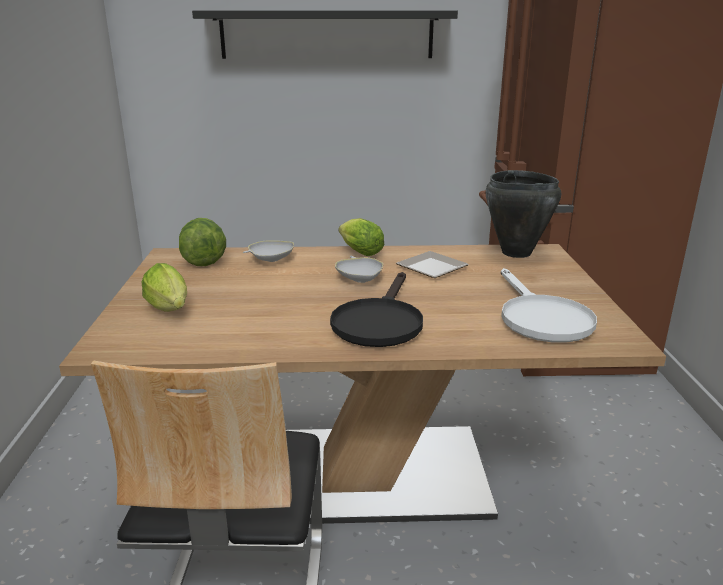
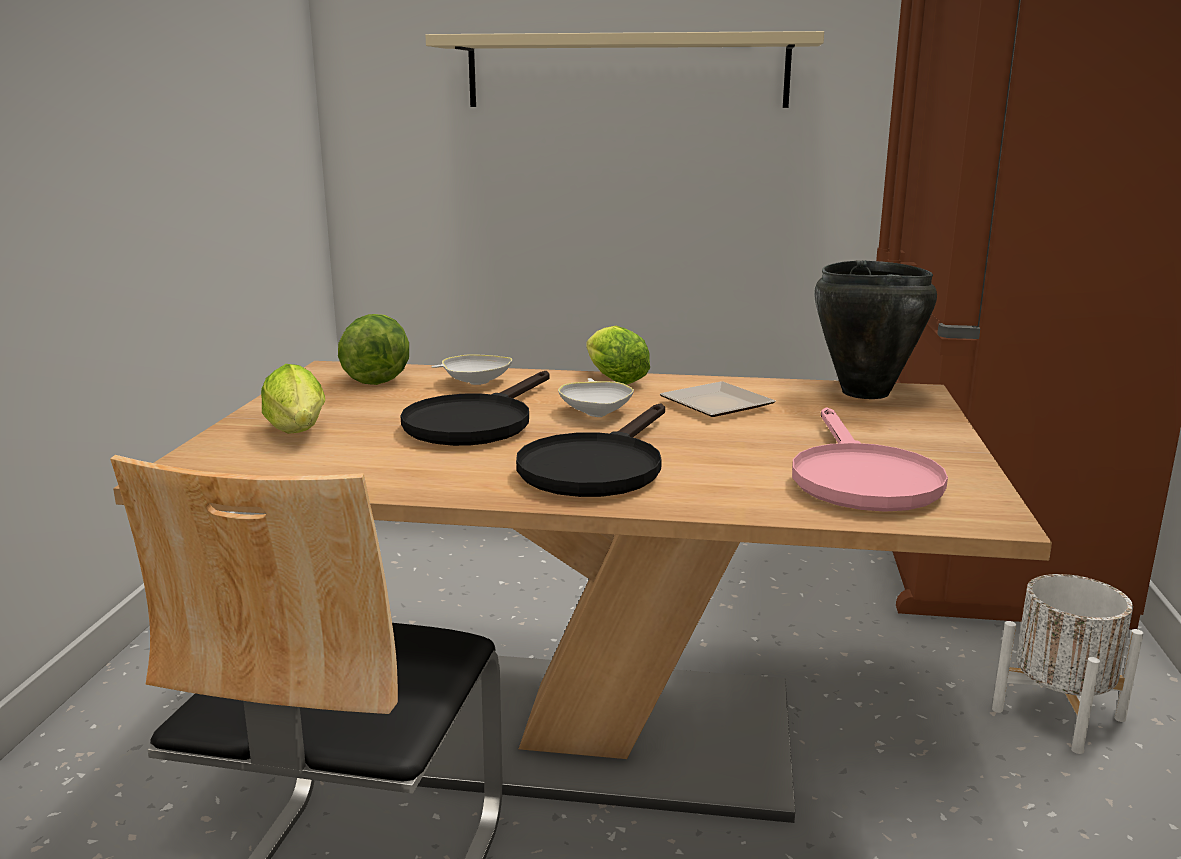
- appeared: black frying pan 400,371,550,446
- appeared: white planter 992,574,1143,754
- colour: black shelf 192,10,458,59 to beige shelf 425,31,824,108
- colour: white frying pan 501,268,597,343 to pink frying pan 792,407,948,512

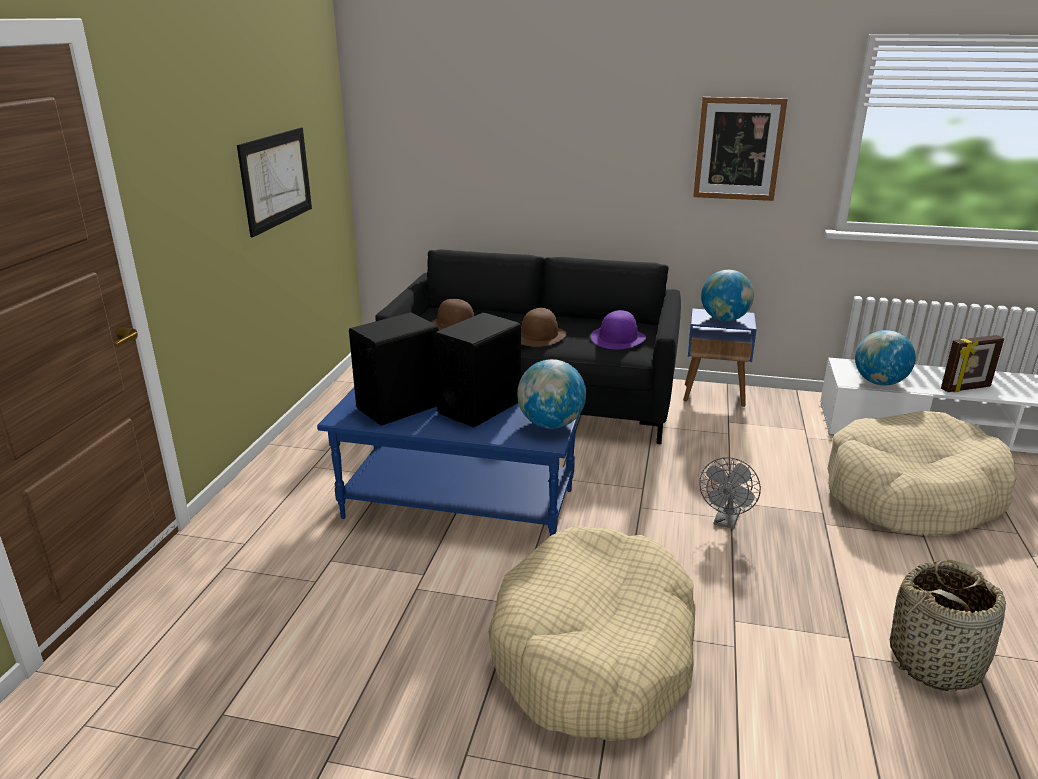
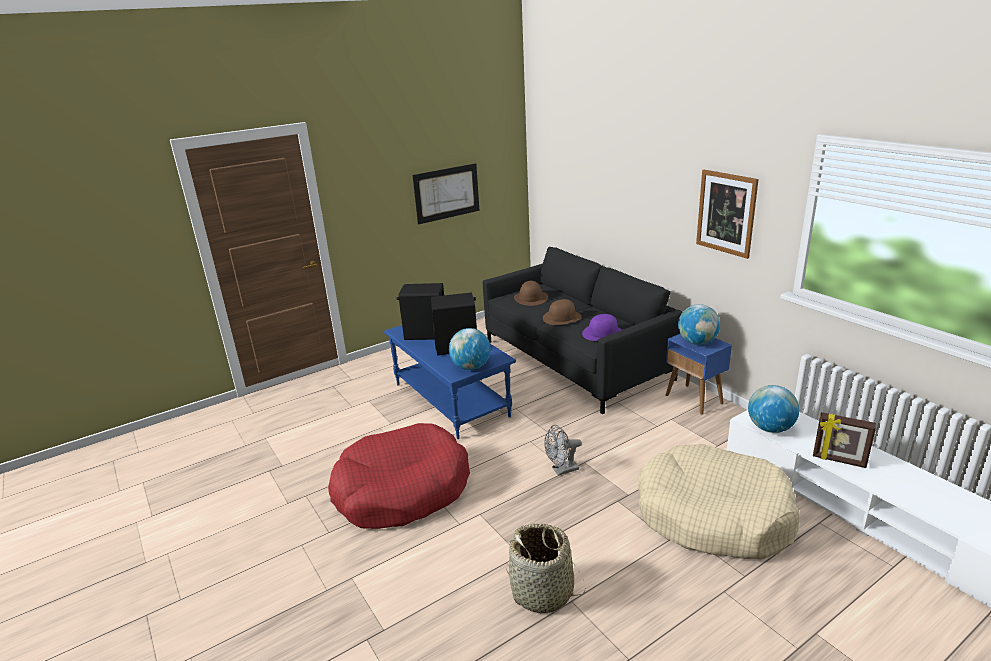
- colour: beige dog bed 488,526,696,741 to red dog bed 328,423,470,529

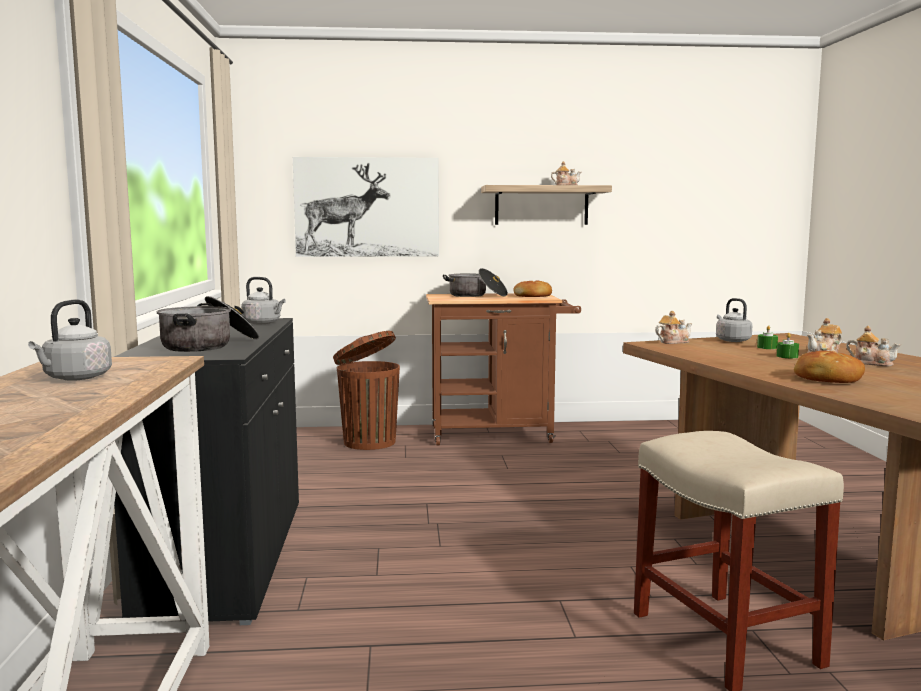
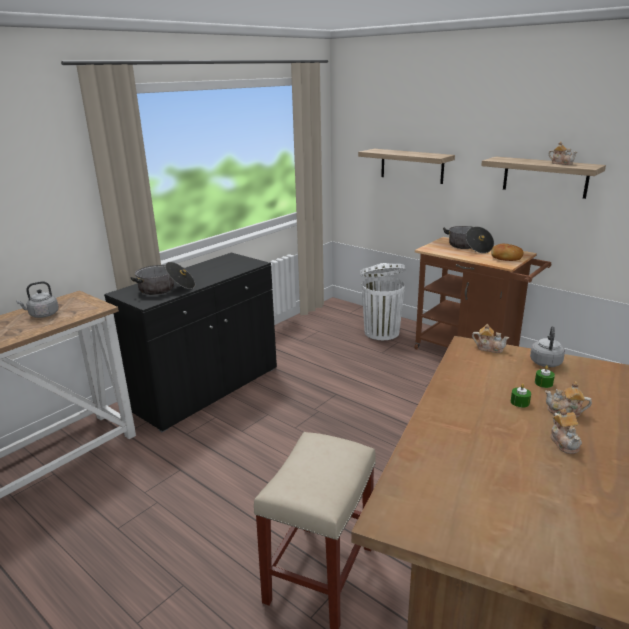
- missing: grey kettle 241,277,286,324
- missing: bread 794,351,865,383
- exchanged: picture 293,157,439,257 to shelf 358,149,455,184
- colour: brown trash can 333,331,400,450 to white trash can 360,263,406,340

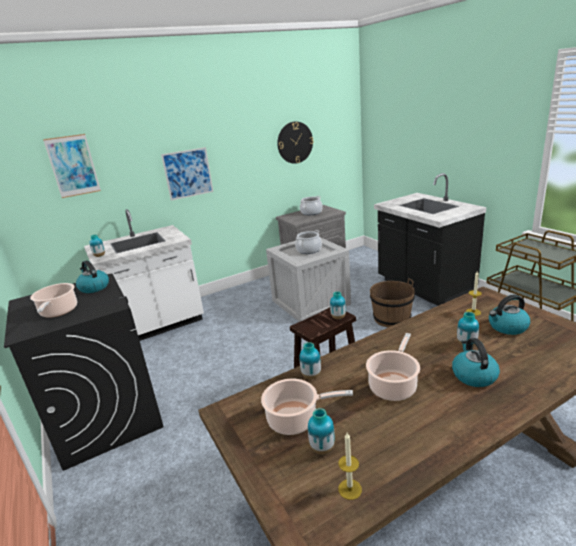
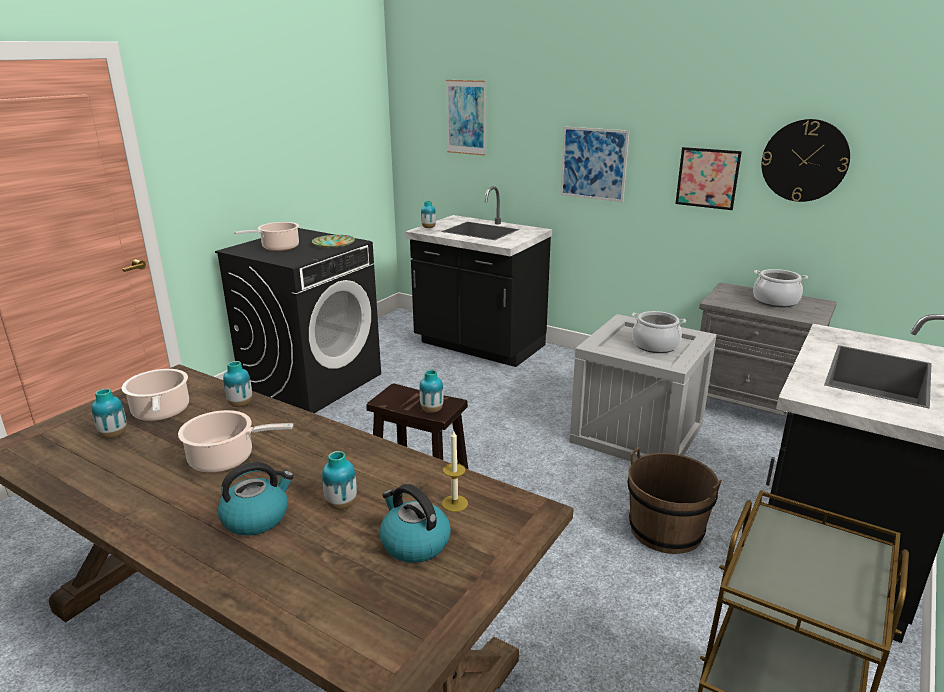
- missing: candle 338,433,362,500
- appeared: picture 675,147,742,210
- exchanged: kettle 76,260,109,293 to plate 312,235,355,248
- colour: white counter 84,209,204,341 to black counter 405,186,552,367

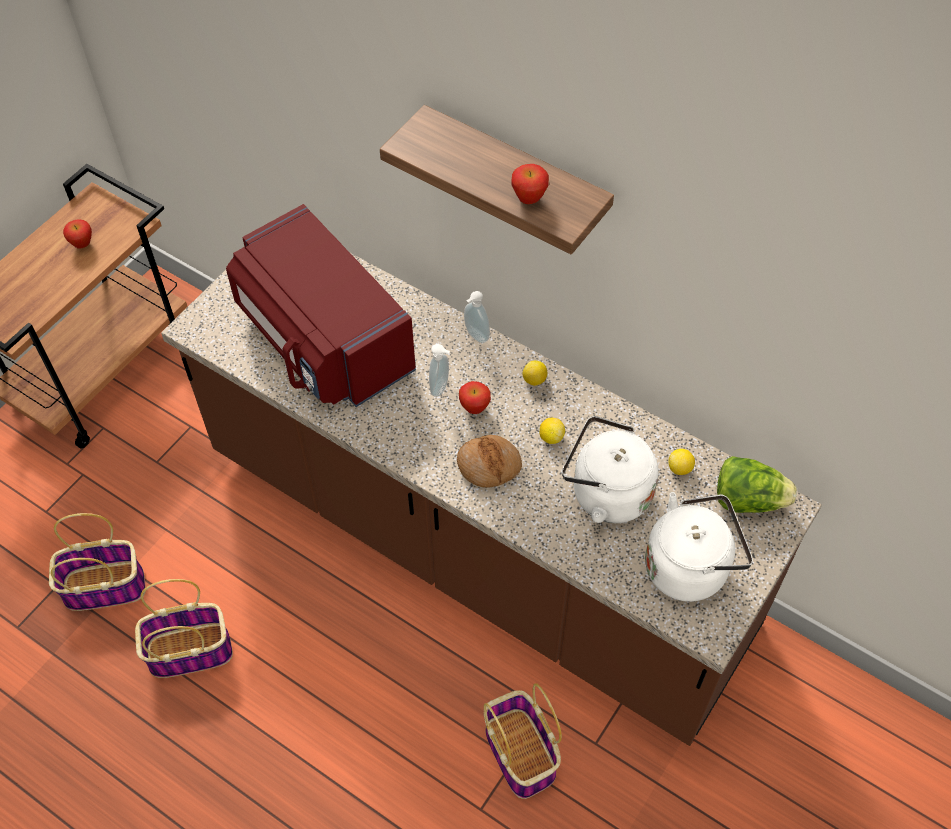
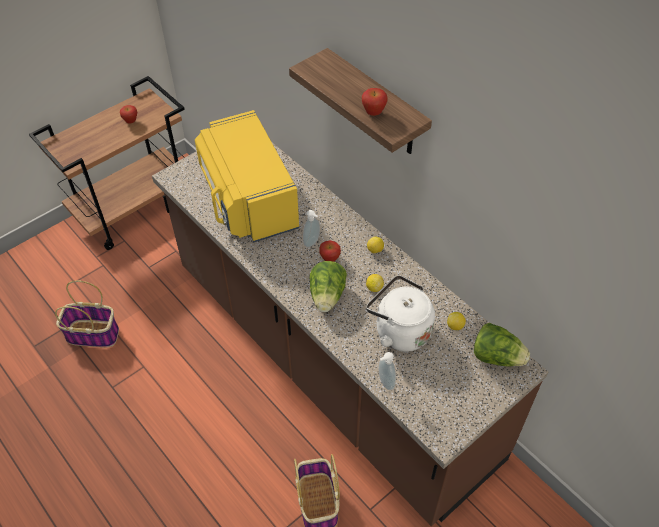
- missing: basket 135,579,233,678
- missing: white kettle 645,492,753,602
- relocated: soap dispenser 464,291,490,343 to 379,352,396,390
- exchanged: bread 457,435,522,488 to lettuce 309,261,347,312
- colour: red microwave 226,204,416,407 to yellow microwave 195,110,299,242

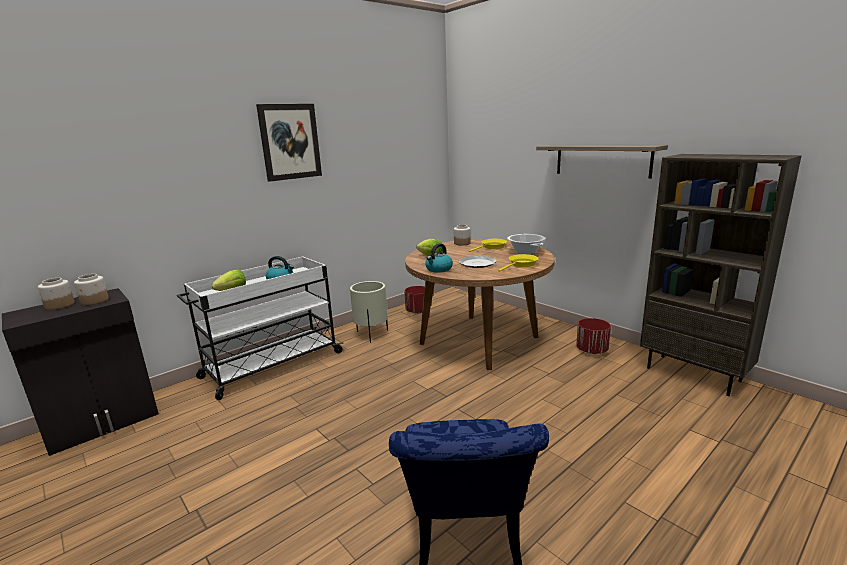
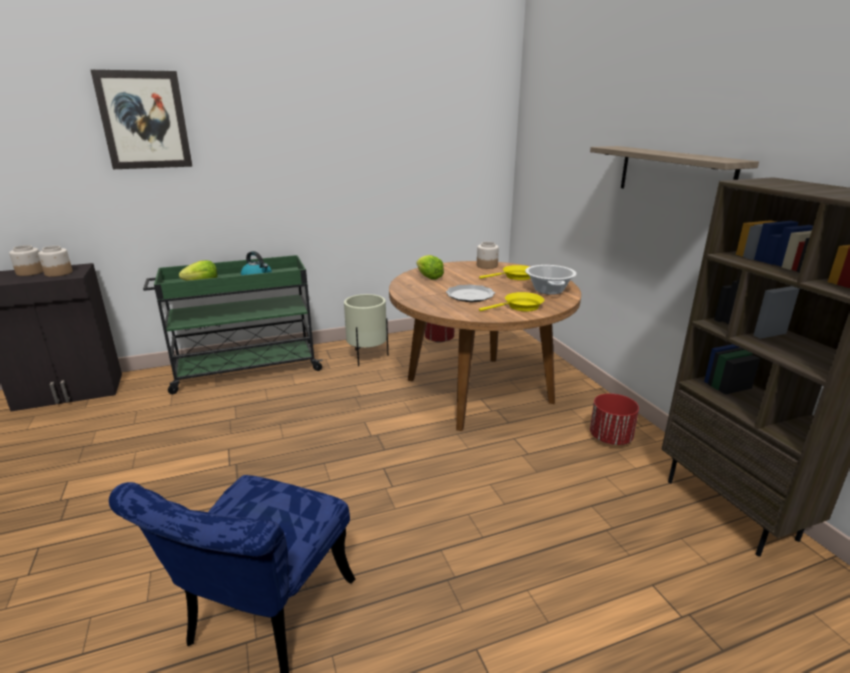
- missing: kettle 425,244,453,273
- relocated: picture 256,104,322,182 to 91,70,192,169
- colour: white cart 177,256,343,400 to green cart 143,255,323,394

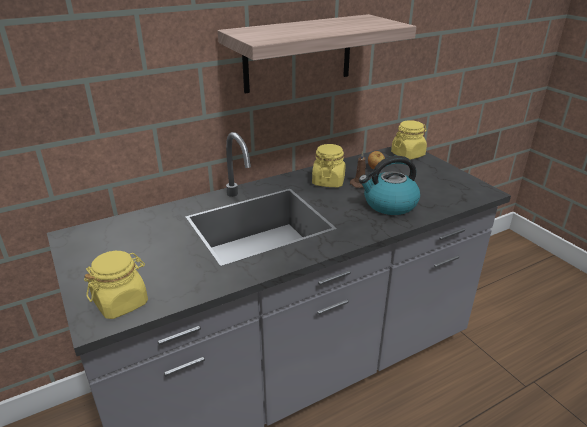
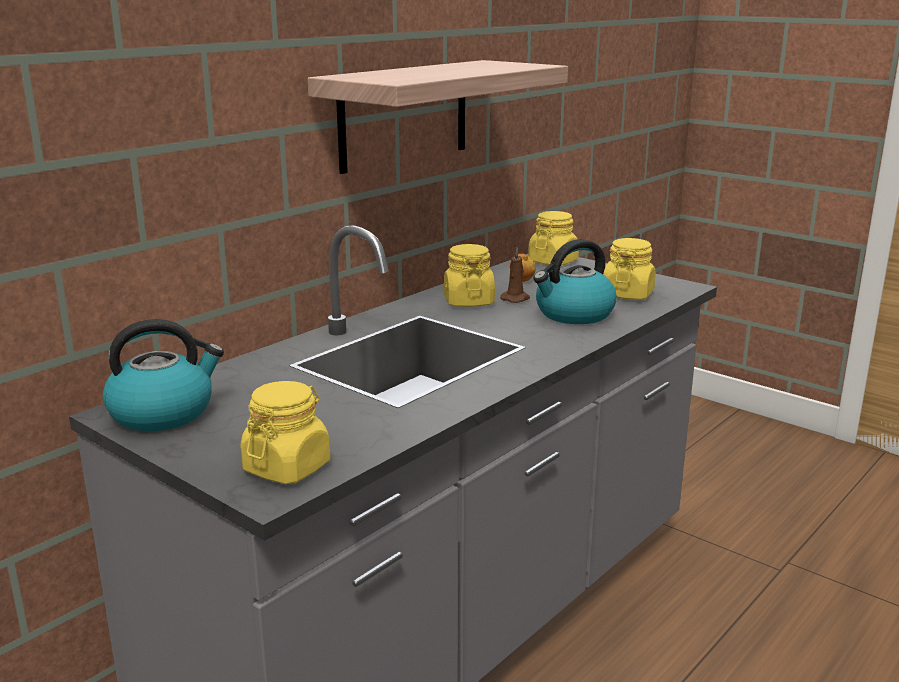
- appeared: kettle 103,319,224,431
- appeared: yellow jar 603,238,656,300

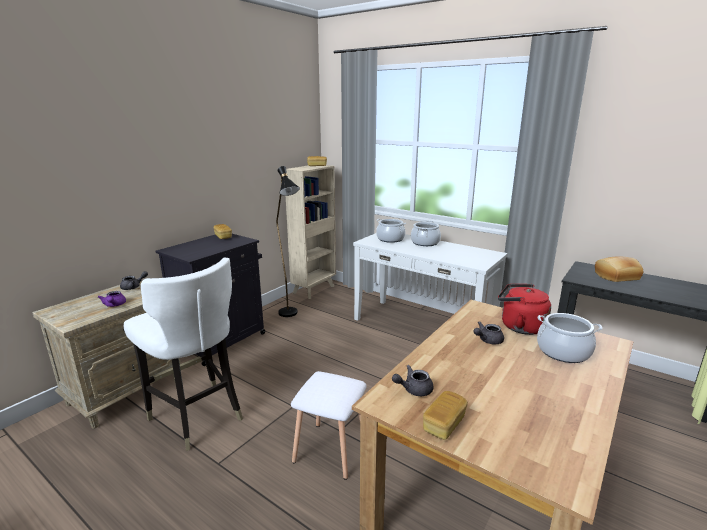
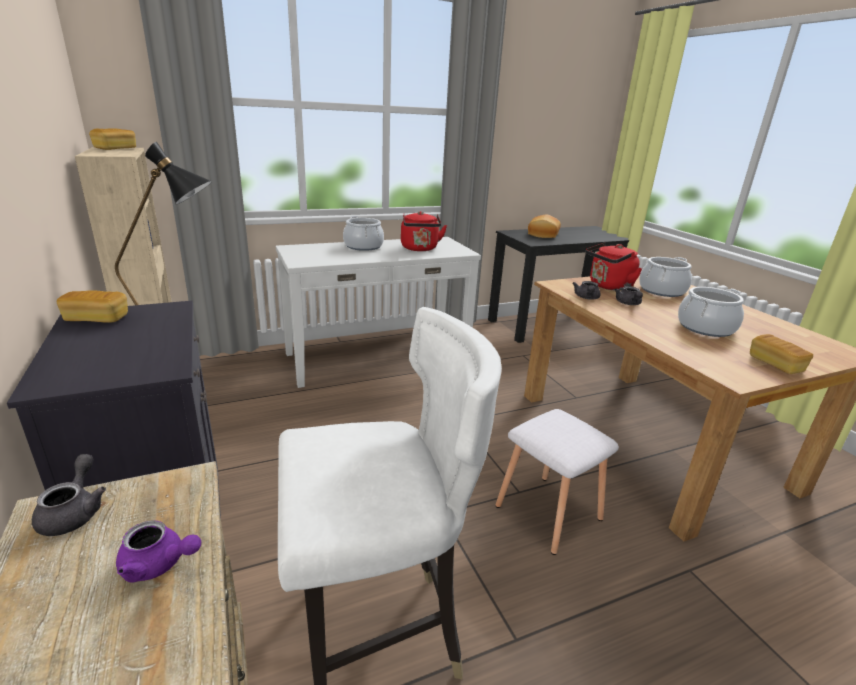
- appeared: red kettle 401,211,447,251
- relocated: cooking pot 376,219,406,243 to 678,287,744,337
- relocated: grey teapot 392,365,434,396 to 572,281,601,300

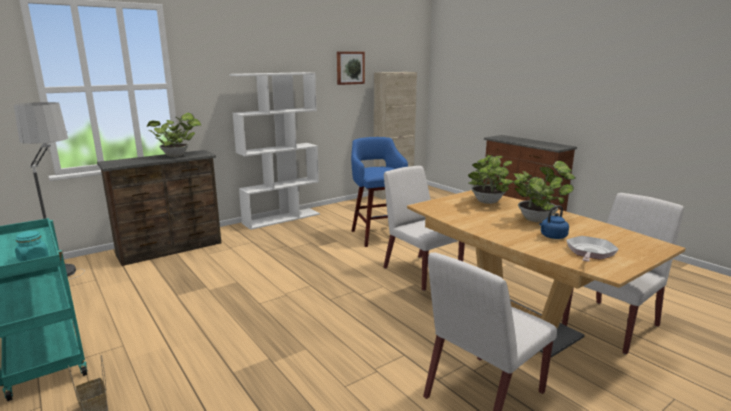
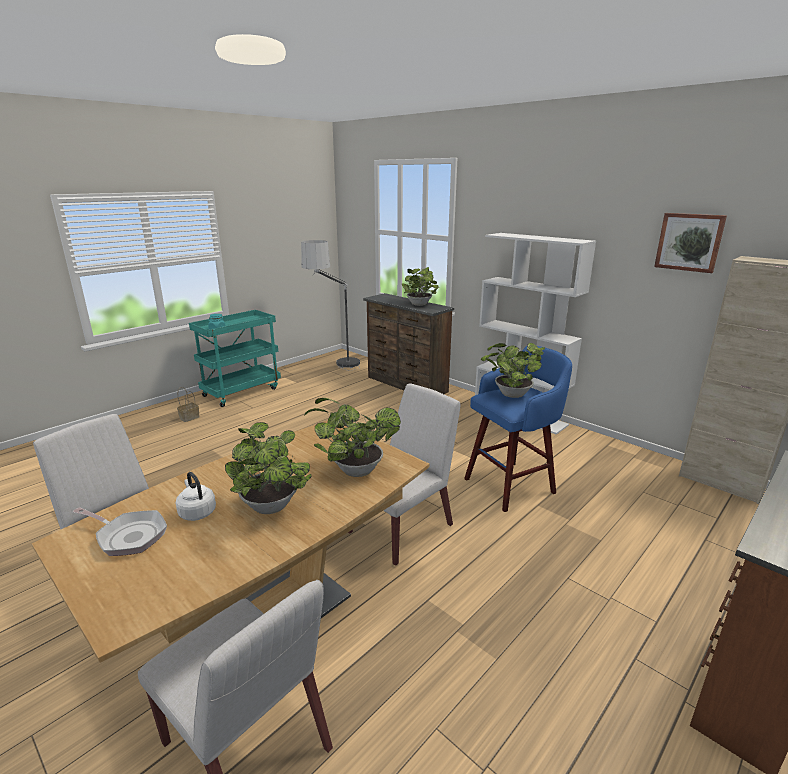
- appeared: potted plant 481,343,545,398
- colour: blue kettle 539,205,569,239 to white kettle 176,472,216,521

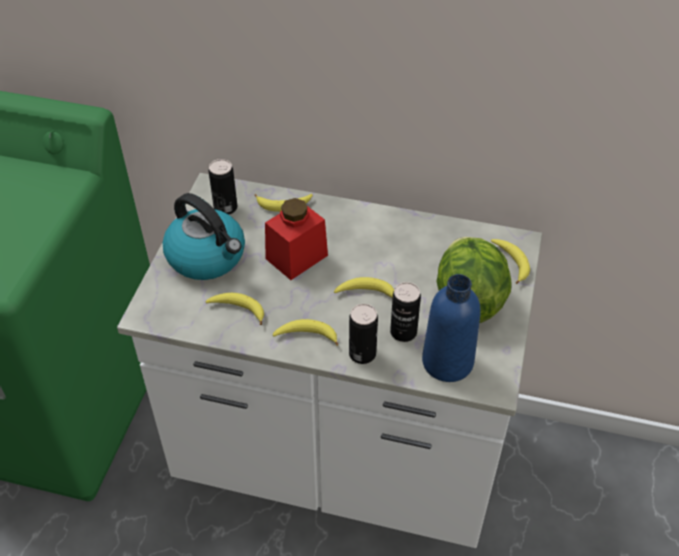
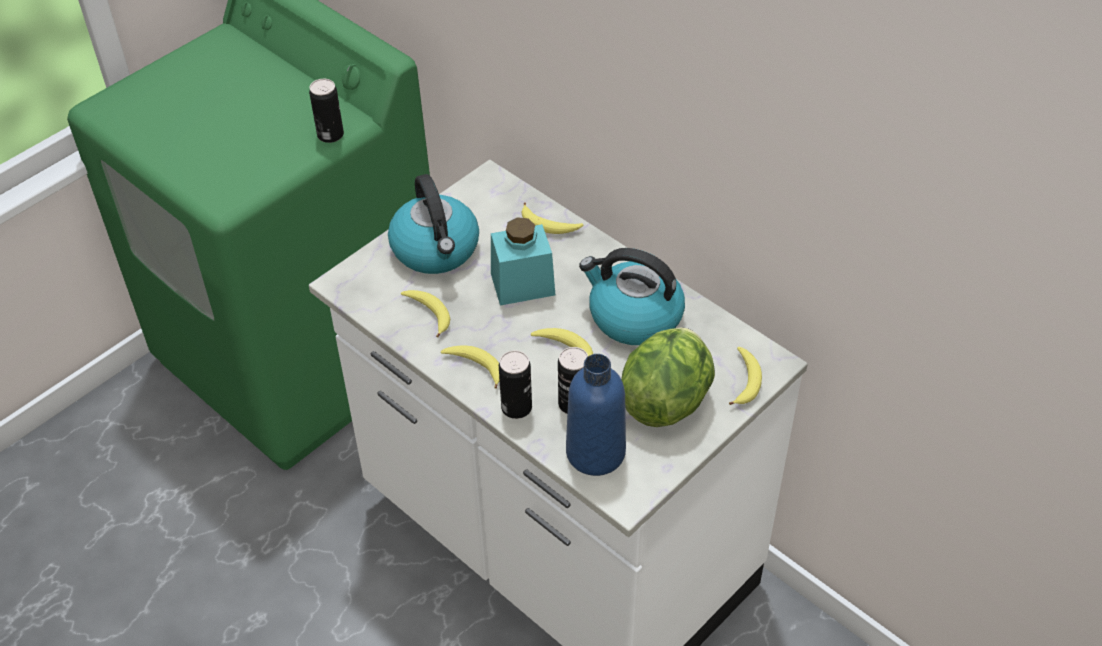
- appeared: kettle 579,248,685,345
- relocated: can 208,159,237,215 to 309,79,344,143
- colour: red jar 265,198,328,280 to turquoise jar 491,217,555,306

